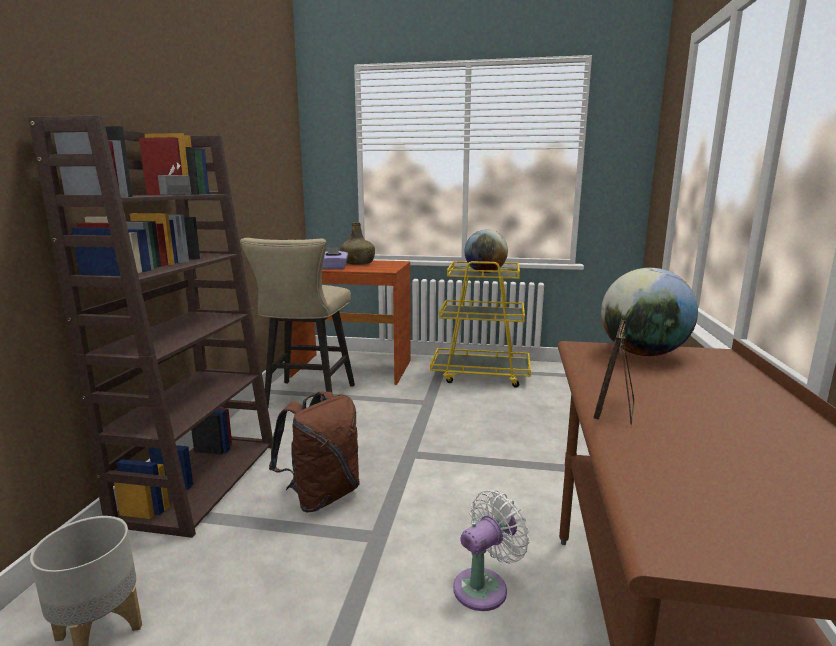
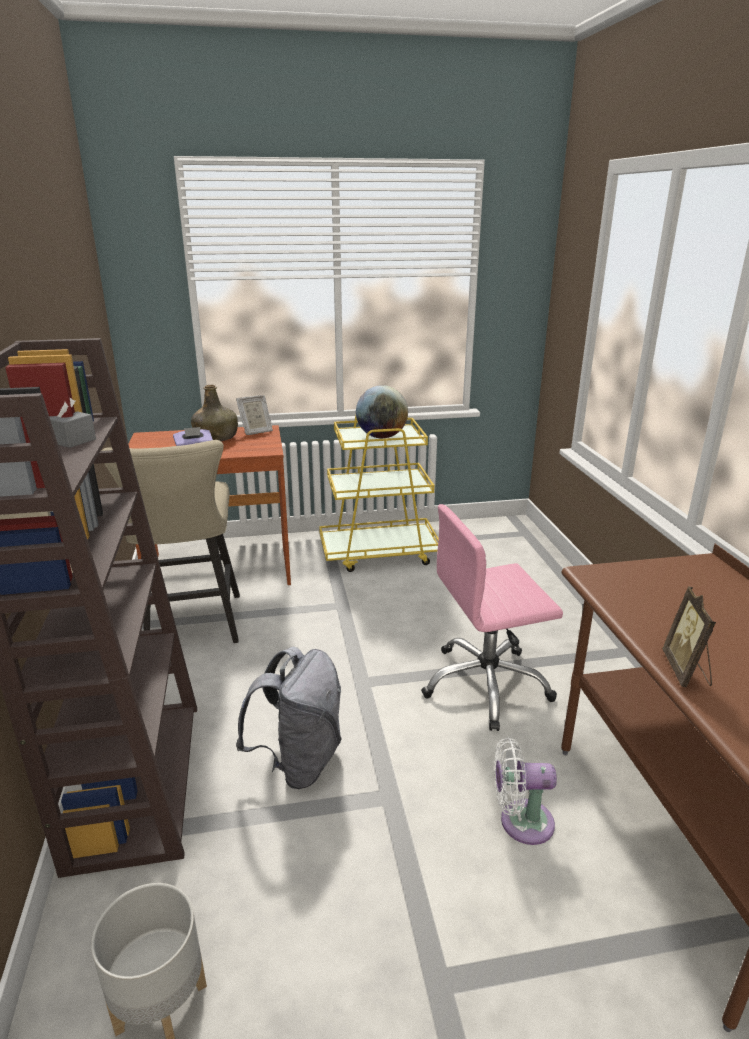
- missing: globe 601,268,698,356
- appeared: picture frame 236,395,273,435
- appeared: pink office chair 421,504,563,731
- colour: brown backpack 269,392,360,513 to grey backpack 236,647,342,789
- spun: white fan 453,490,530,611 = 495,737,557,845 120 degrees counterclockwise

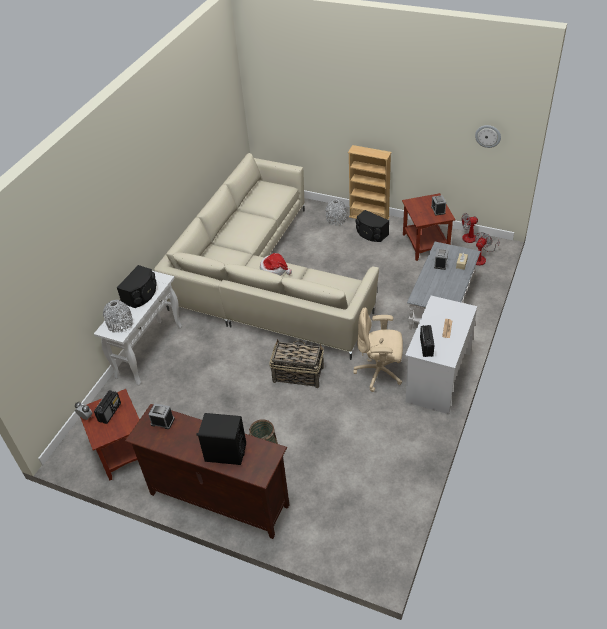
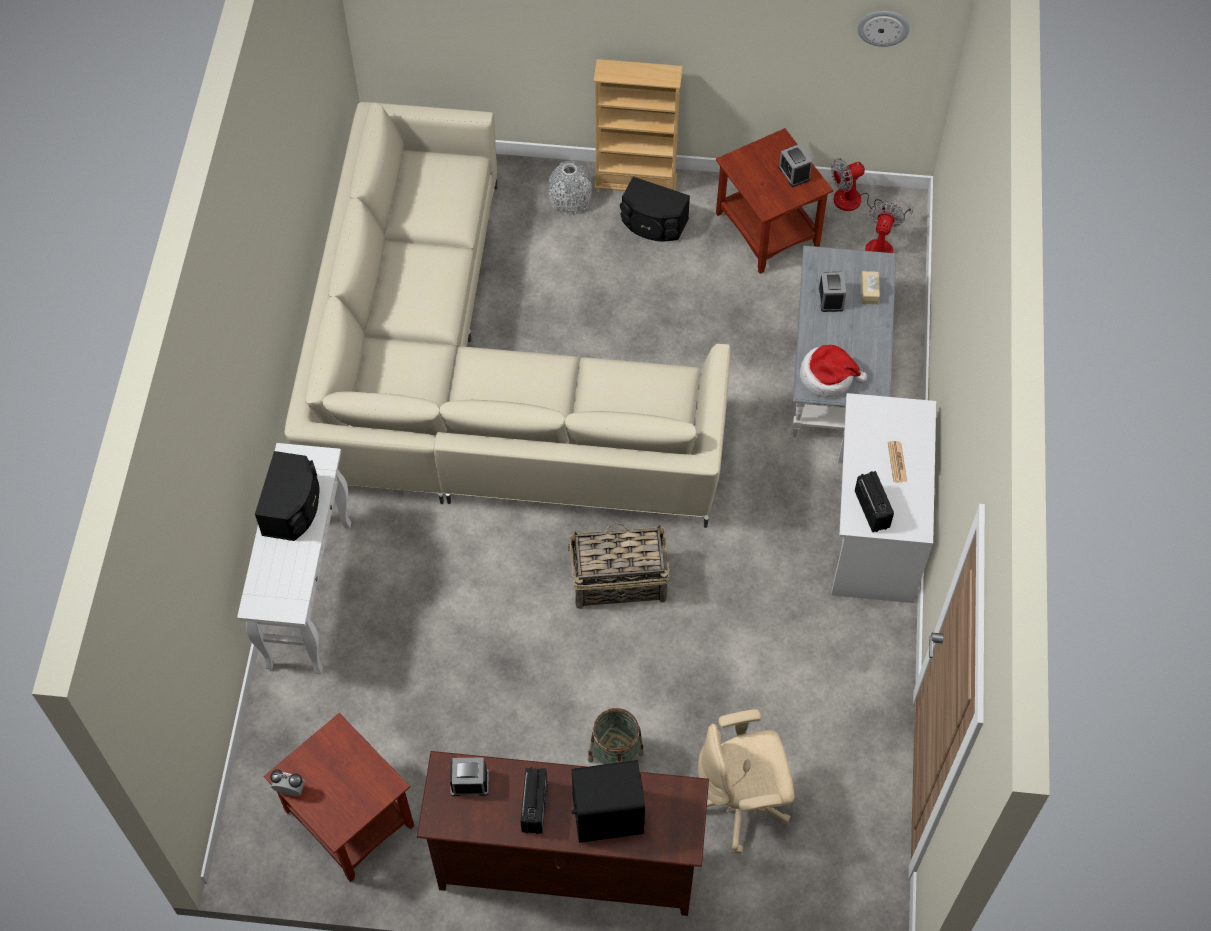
- missing: grey vase 103,300,133,333
- relocated: radio 94,390,121,424 to 521,767,548,834
- relocated: hat 260,253,292,276 to 800,345,867,398
- relocated: beige office chair 354,307,403,392 to 698,709,795,854

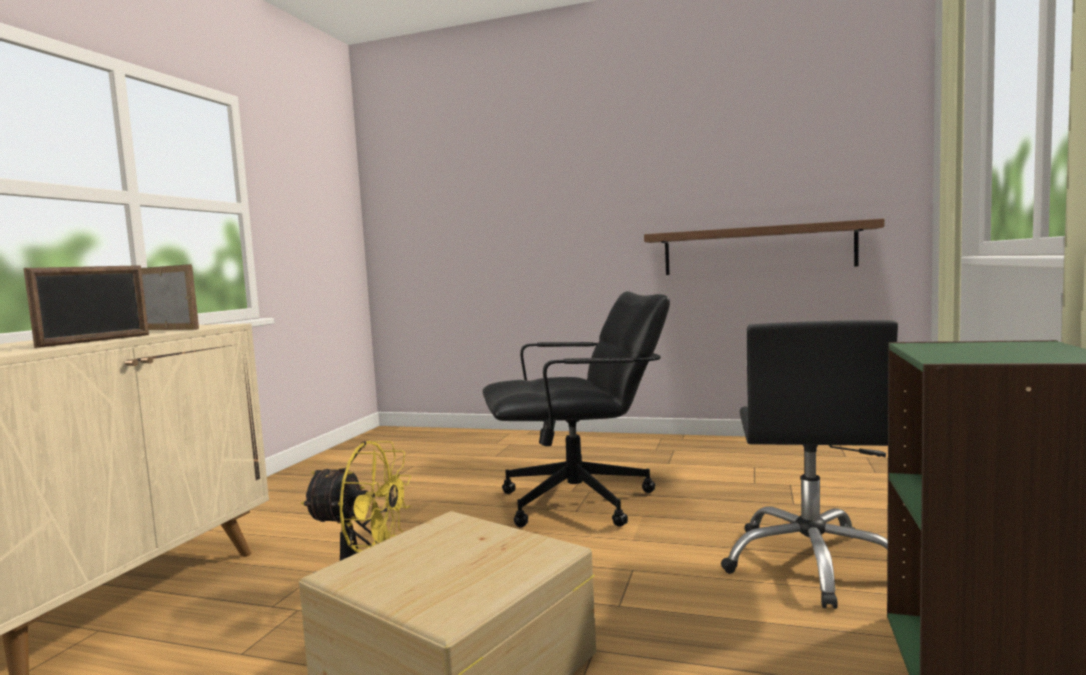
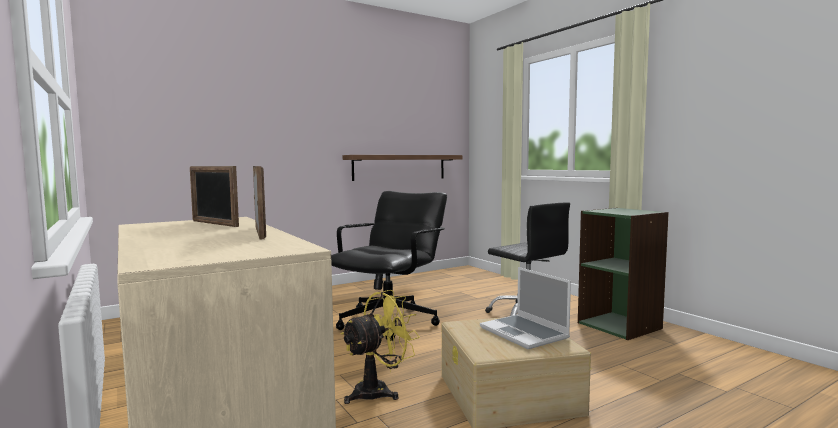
- appeared: laptop 480,267,571,349
- spun: picture frame 141,264,199,330 = 190,166,239,227 120 degrees counterclockwise

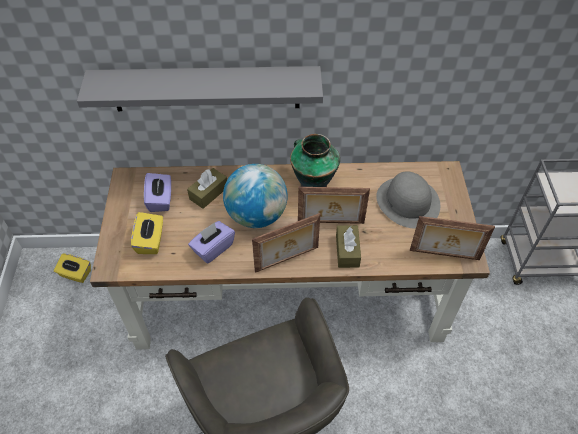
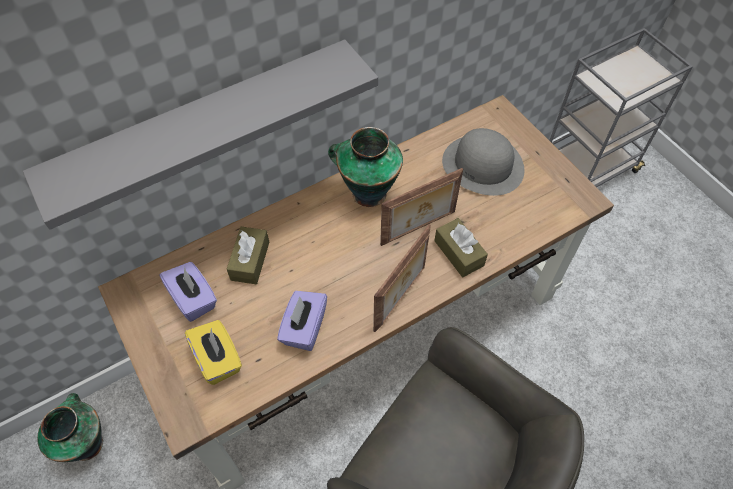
- missing: globe 223,164,288,228
- missing: picture frame 410,216,495,260
- exchanged: yellow tissue box 54,254,91,283 to vase 37,393,103,462

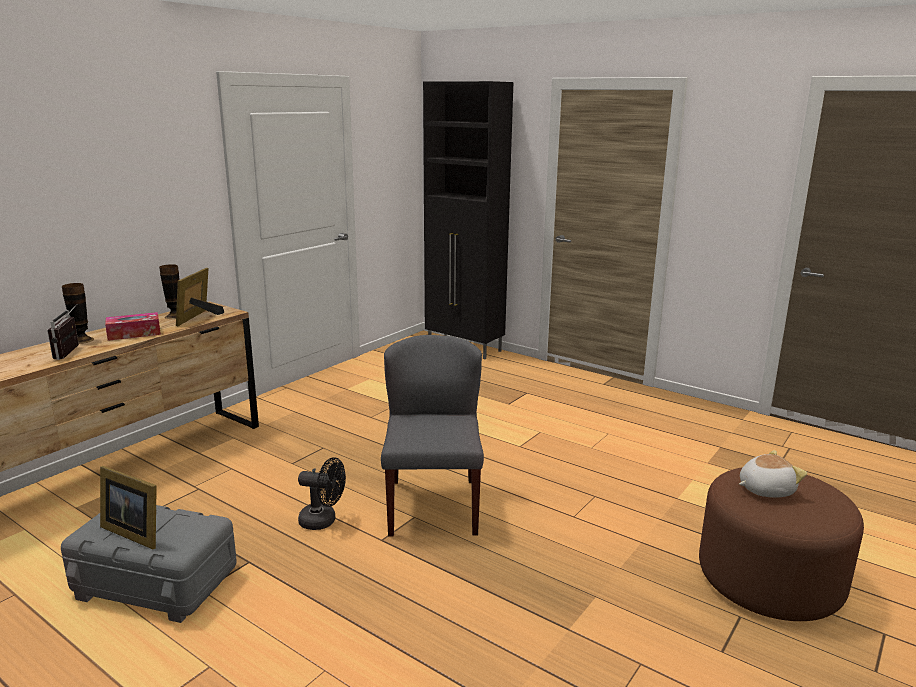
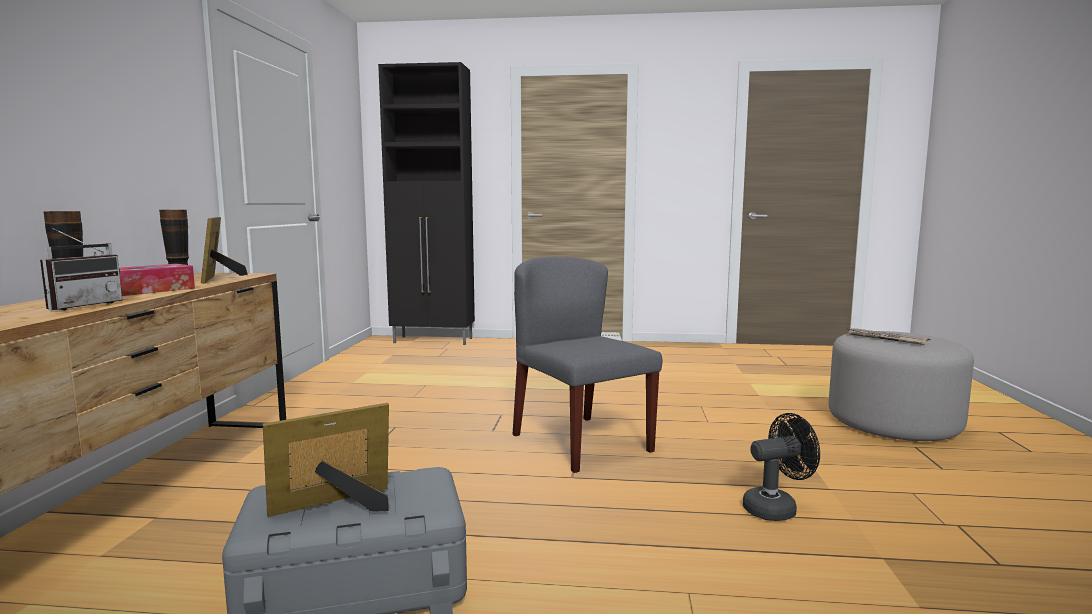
- relocated: black fan 298,457,346,530 to 743,413,820,521
- exchanged: plush toy 739,450,807,498 to newspaper 846,328,931,345
- colour: brown ottoman 699,467,864,621 to grey ottoman 829,331,974,441
- spun: radio 47,306,79,360 = 40,228,122,310 120 degrees counterclockwise
- spun: picture frame 100,466,157,549 = 263,403,389,517 150 degrees clockwise

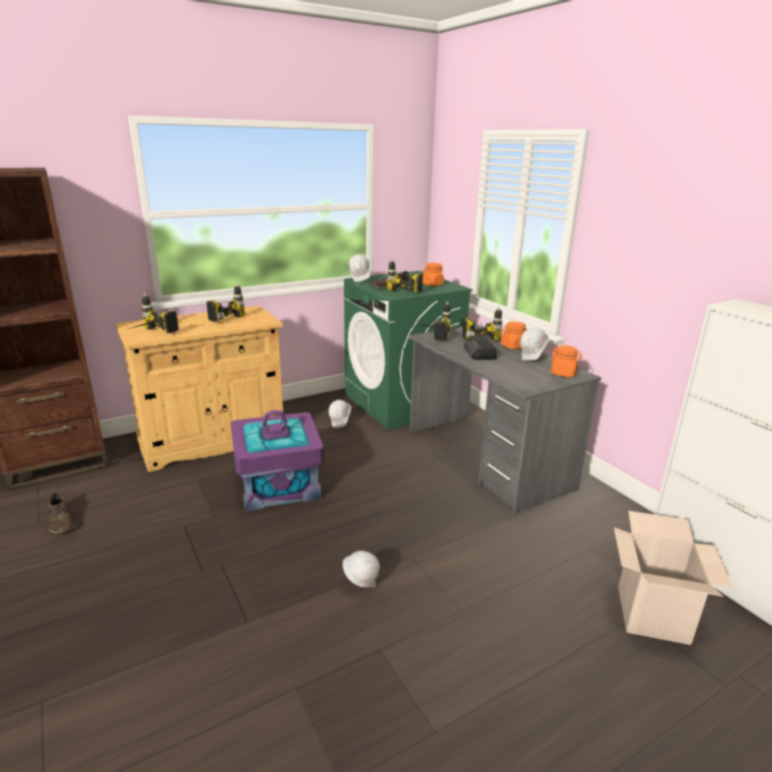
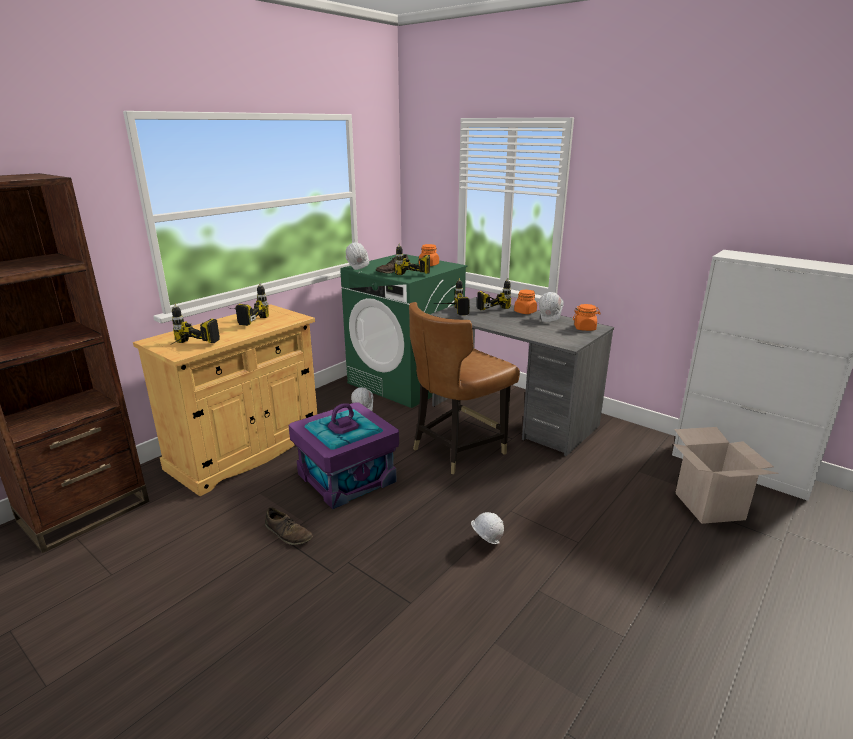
- missing: radio 464,338,497,360
- appeared: brown chair 409,302,520,474
- relocated: brown shoe 48,493,75,534 to 265,508,313,545

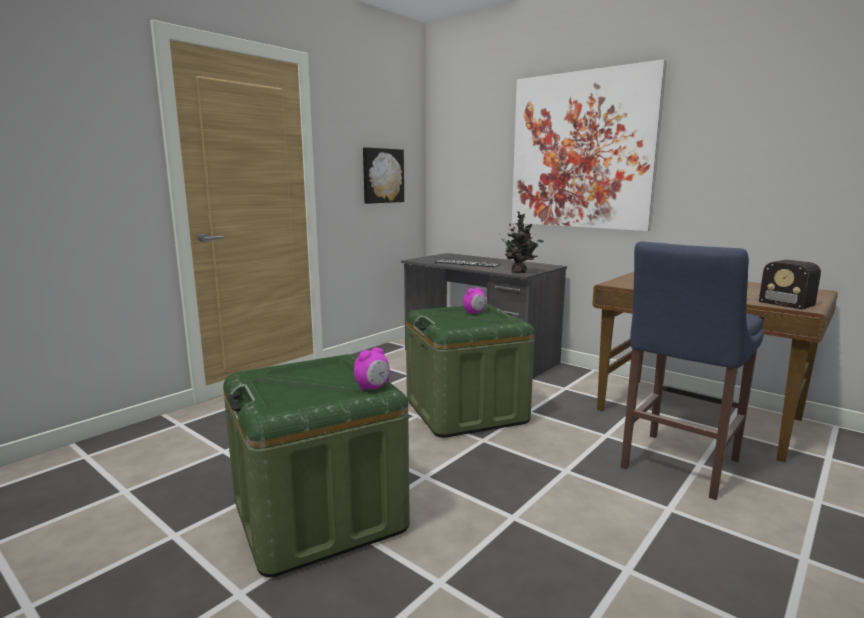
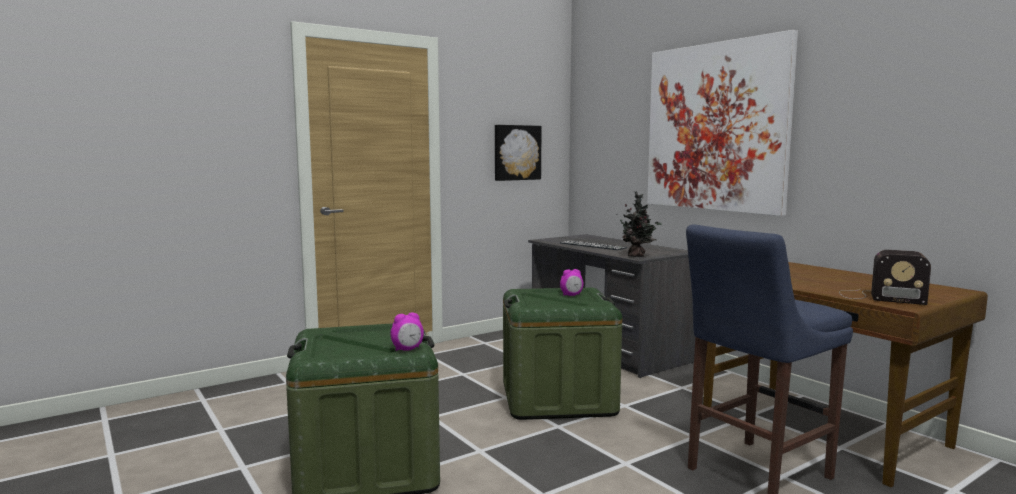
- spun: radio 747,260,821,309 = 839,250,931,305 45 degrees counterclockwise

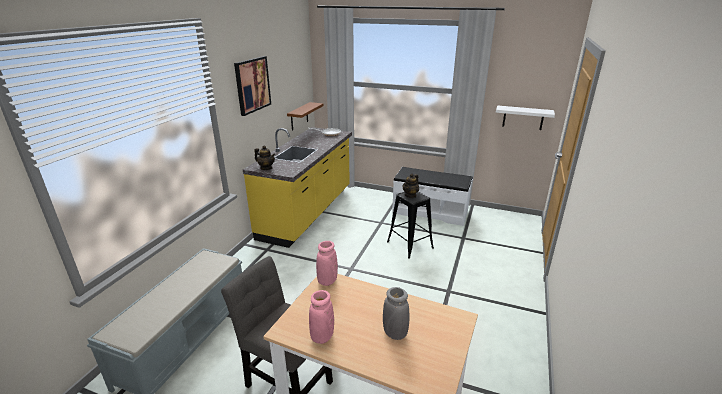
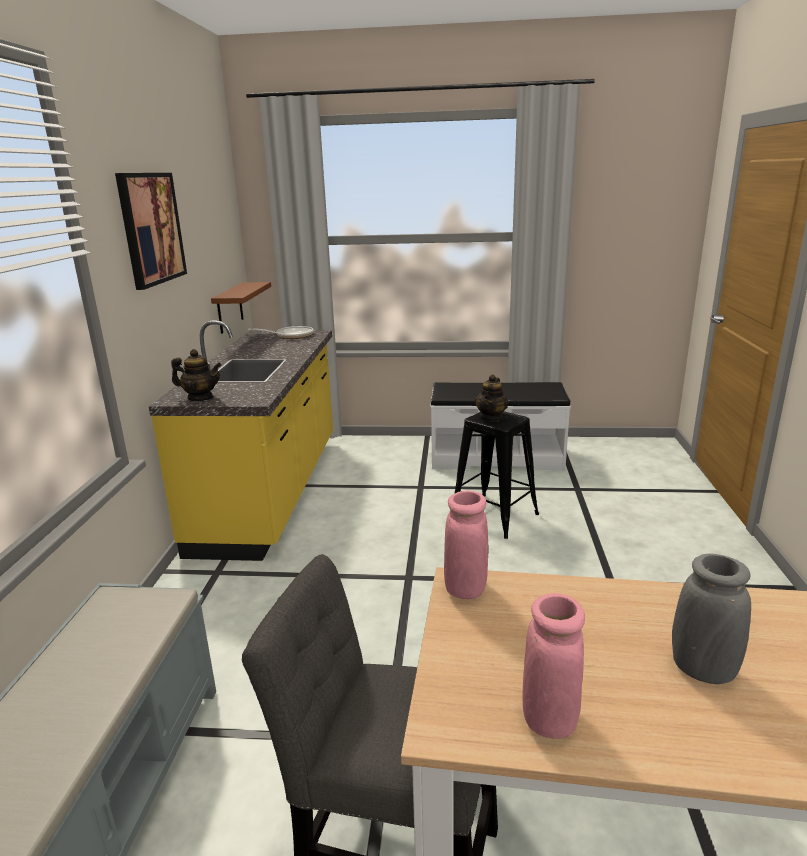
- missing: white shelf 496,105,555,130

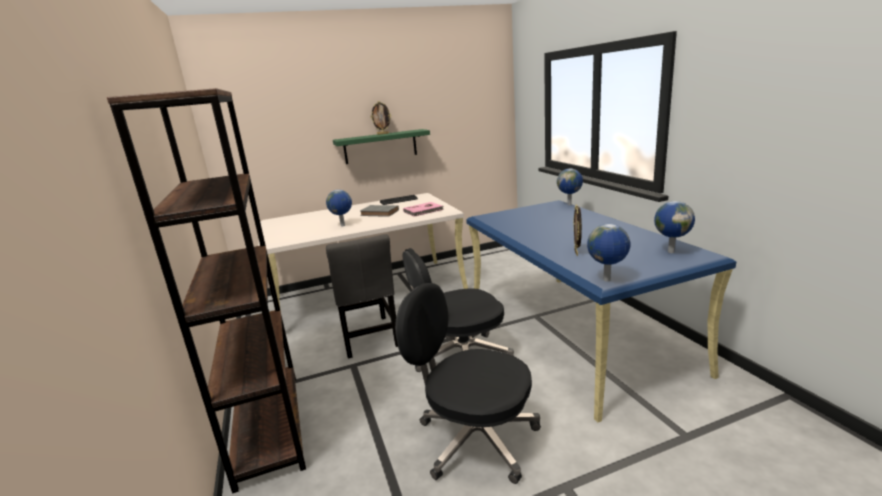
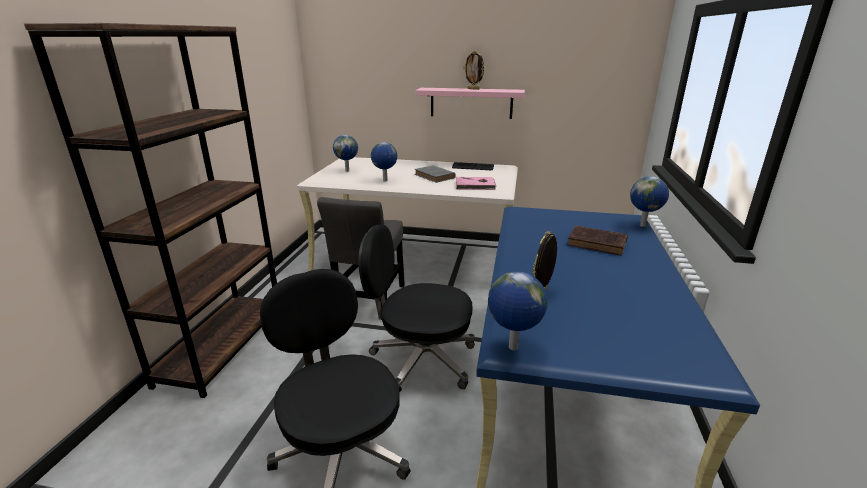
- appeared: brown book 567,225,628,256
- relocated: globe 654,201,695,253 to 333,135,358,172
- colour: green shelf 333,129,430,164 to pink shelf 415,88,525,119

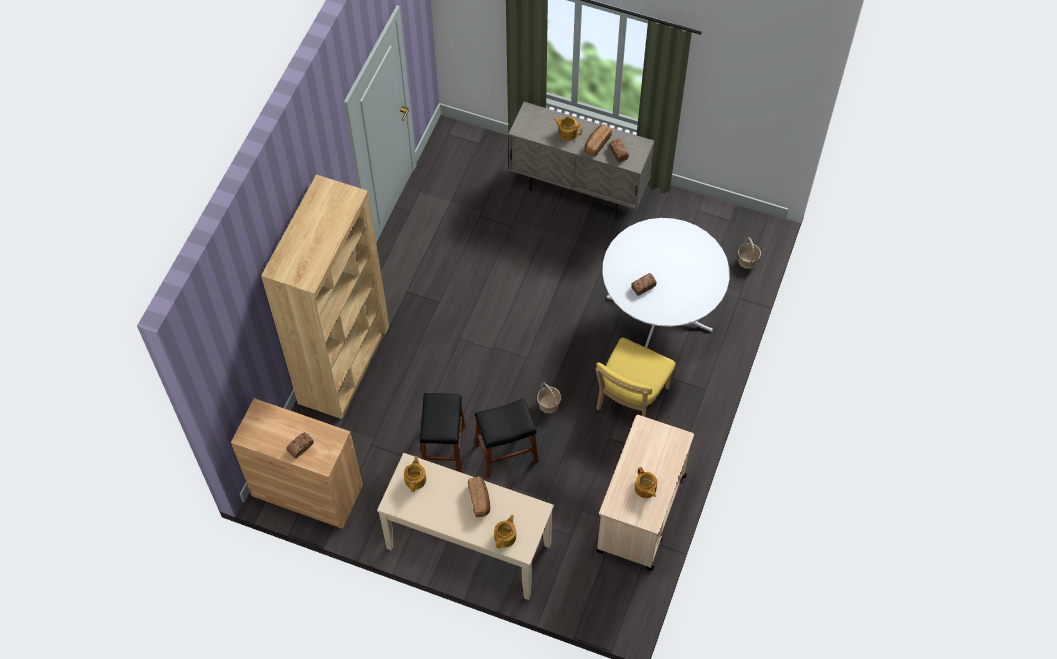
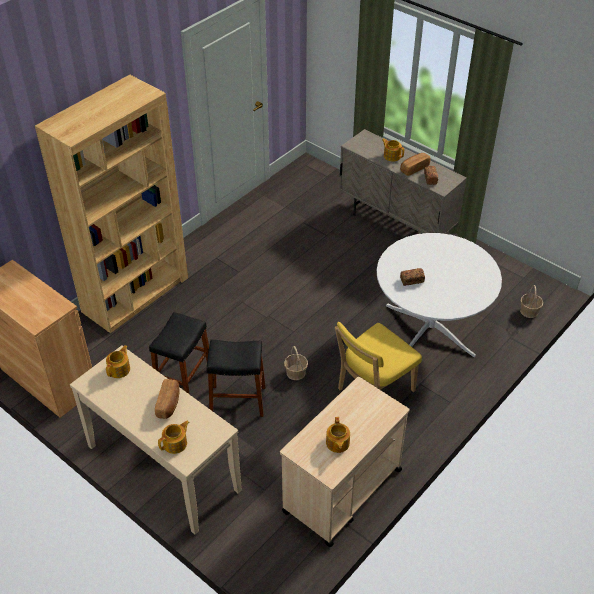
- missing: bread 286,432,314,459

